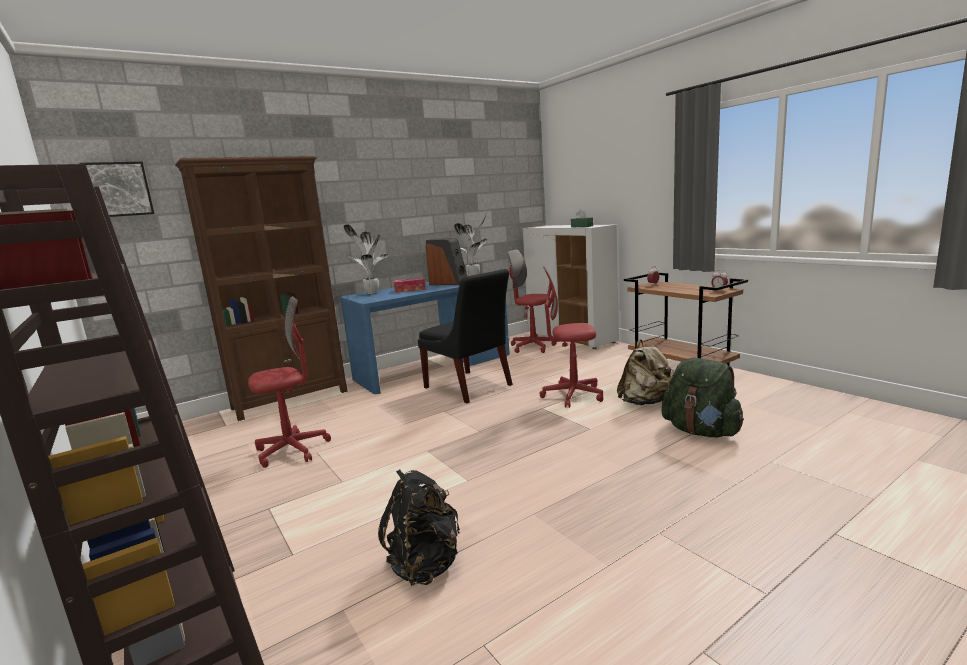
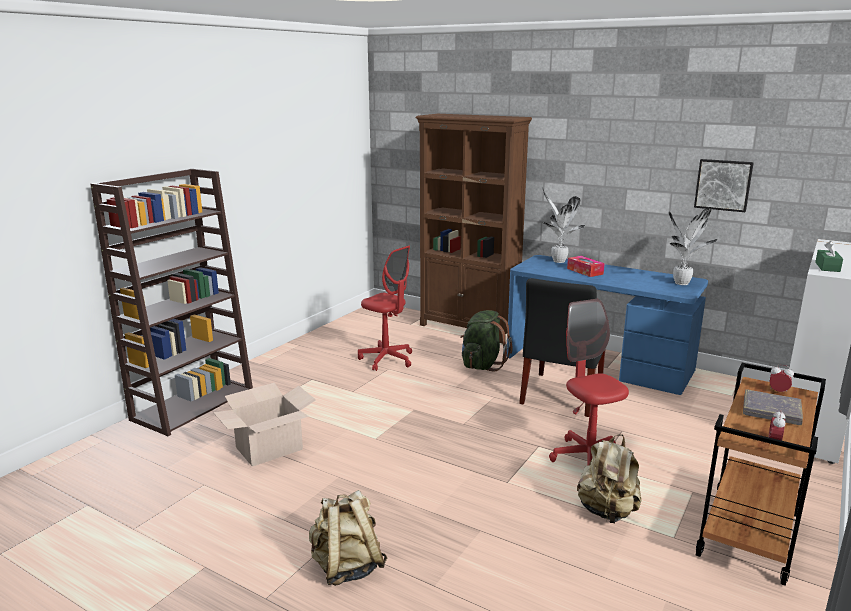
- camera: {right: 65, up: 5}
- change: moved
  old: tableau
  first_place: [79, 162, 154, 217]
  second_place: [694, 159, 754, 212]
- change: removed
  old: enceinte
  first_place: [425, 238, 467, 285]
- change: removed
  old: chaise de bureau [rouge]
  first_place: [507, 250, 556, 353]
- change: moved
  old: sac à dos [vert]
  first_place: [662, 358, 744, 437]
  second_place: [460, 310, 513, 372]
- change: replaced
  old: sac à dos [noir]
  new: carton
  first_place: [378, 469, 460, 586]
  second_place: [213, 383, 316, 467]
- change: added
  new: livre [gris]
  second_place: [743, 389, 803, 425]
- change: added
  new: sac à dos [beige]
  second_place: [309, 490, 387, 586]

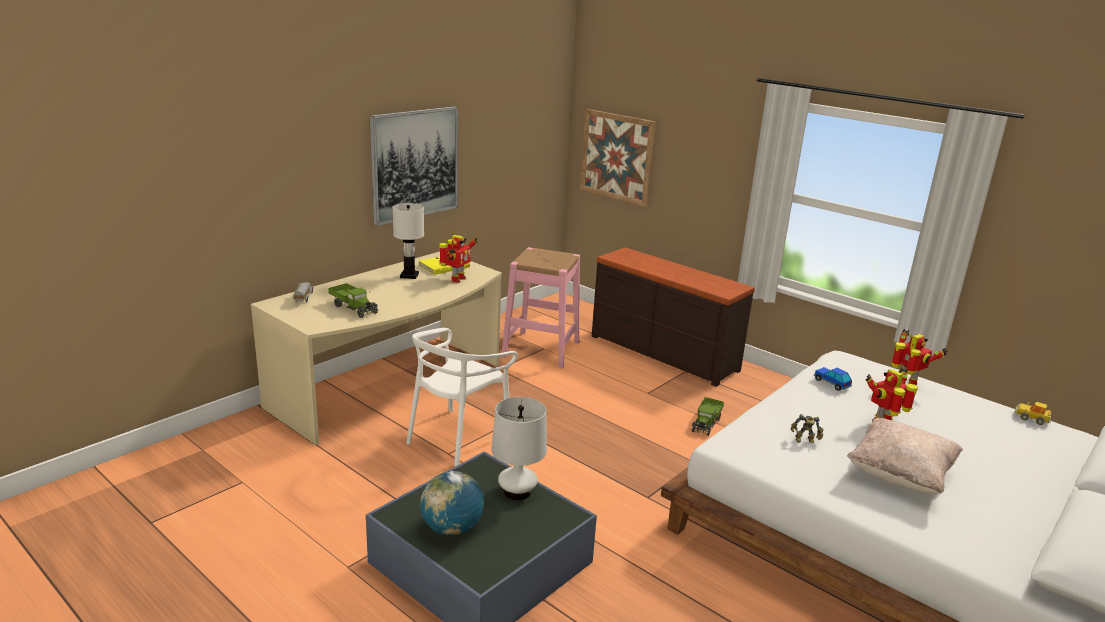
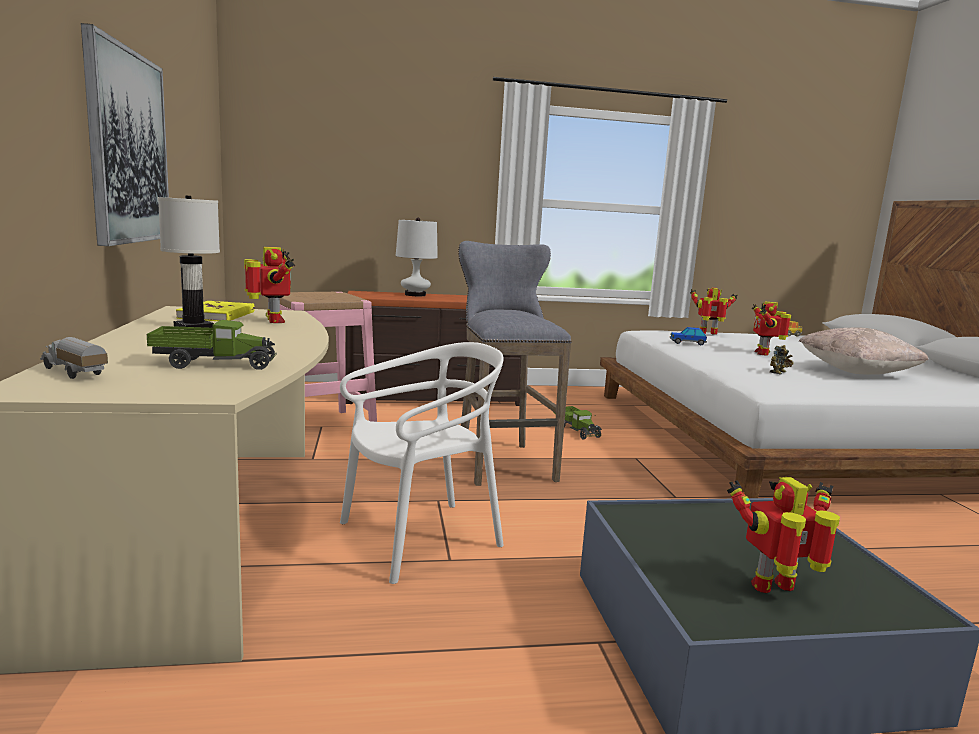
- camera: {right: -50, up: -10}
- change: removed
  old: tableau
  first_place: [580, 109, 656, 207]
- change: turned
  old: chaise [blanc]
  first_place: [406, 328, 518, 466]
  second_place: [340, 342, 504, 584]
  degrees: -105
- change: moved
  old: lampe de table [blanc]
  first_place: [491, 397, 547, 500]
  second_place: [396, 218, 438, 296]
- change: replaced
  old: globe
  new: robot jouet
  first_place: [420, 471, 484, 536]
  second_place: [727, 477, 840, 593]
- change: added
  new: tabouret [gris]
  second_place: [458, 241, 572, 486]

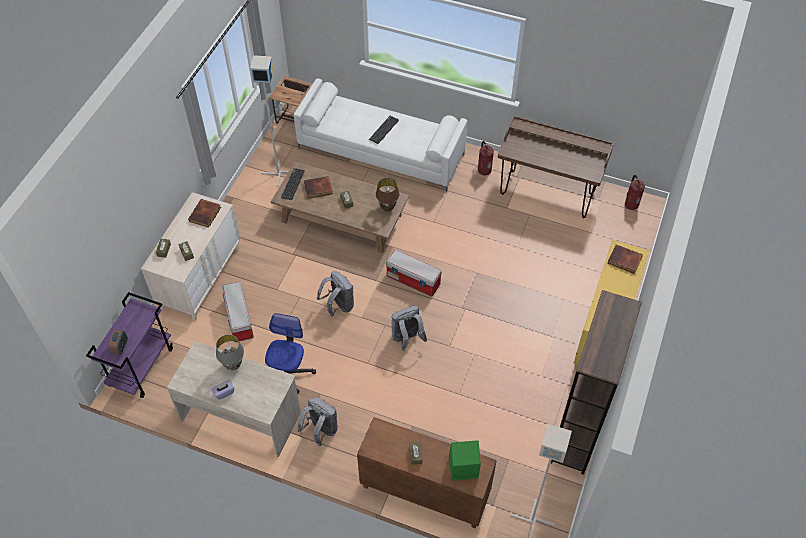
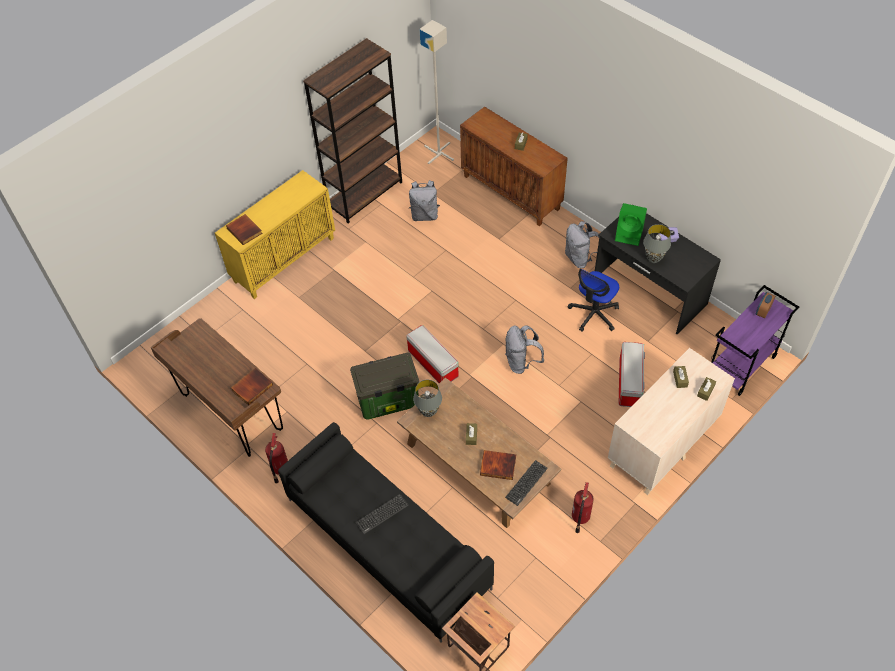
- camera: {right: -155, up: 0}
- change: removed
  old: lampadaire [gris]
  first_place: [250, 55, 289, 187]
- change: recoloured
  old: canapé [blanc]
  new: canapé [noir]
  first_place: [294, 78, 467, 192]
  second_place: [278, 422, 494, 643]
- change: moved
  old: extincteur
  first_place: [625, 175, 645, 210]
  second_place: [572, 482, 594, 533]
- change: recoloured
  old: lampe de table [marron]
  new: lampe de table [gris]
  first_place: [376, 178, 399, 212]
  second_place: [413, 380, 442, 417]
- change: moved
  old: livre
  first_place: [188, 199, 221, 228]
  second_place: [231, 368, 273, 406]
- change: moved
  old: sac à dos [gris]
  first_place: [392, 306, 427, 351]
  second_place: [409, 180, 440, 221]
- change: recoloured
  old: bureau [beige]
  new: bureau [noir]
  first_place: [167, 341, 301, 458]
  second_place: [595, 213, 721, 334]
- change: moved
  old: enceinte [vert]
  first_place: [449, 440, 481, 481]
  second_place: [615, 203, 647, 246]
- change: added
  new: boîte de rangement
  second_place: [350, 352, 419, 419]

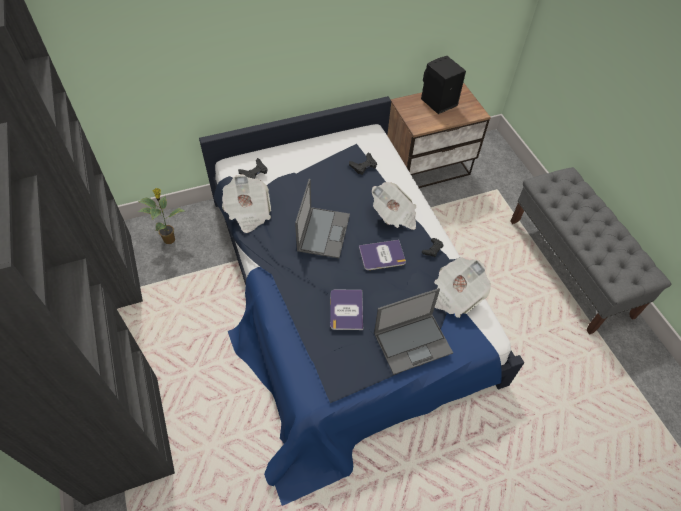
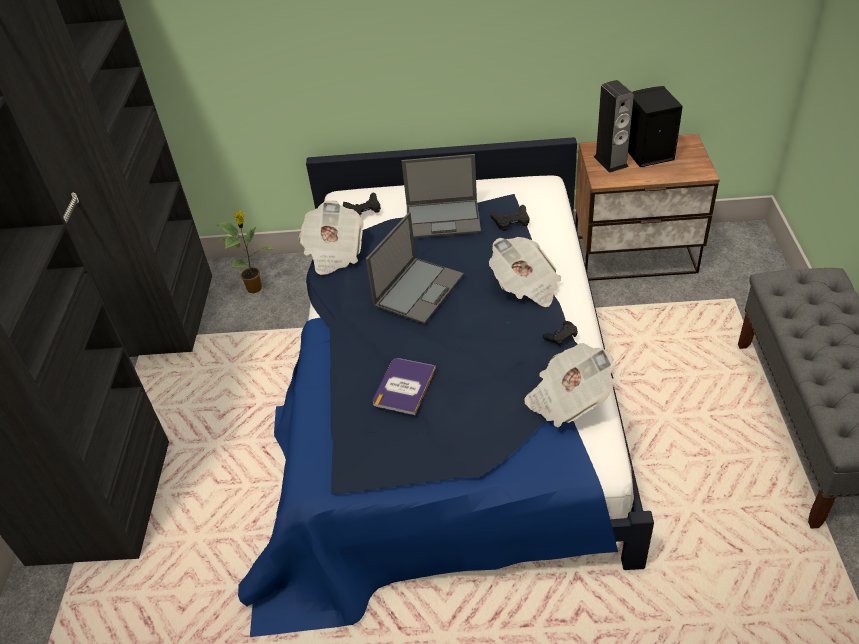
- camera: {right: 25, up: -10}
- change: removed
  old: livre
  first_place: [359, 240, 406, 270]
- change: moved
  old: ordinateur portable
  first_place: [374, 288, 453, 375]
  second_place: [401, 154, 481, 238]
- change: added
  new: enceinte
  second_place: [594, 80, 634, 173]

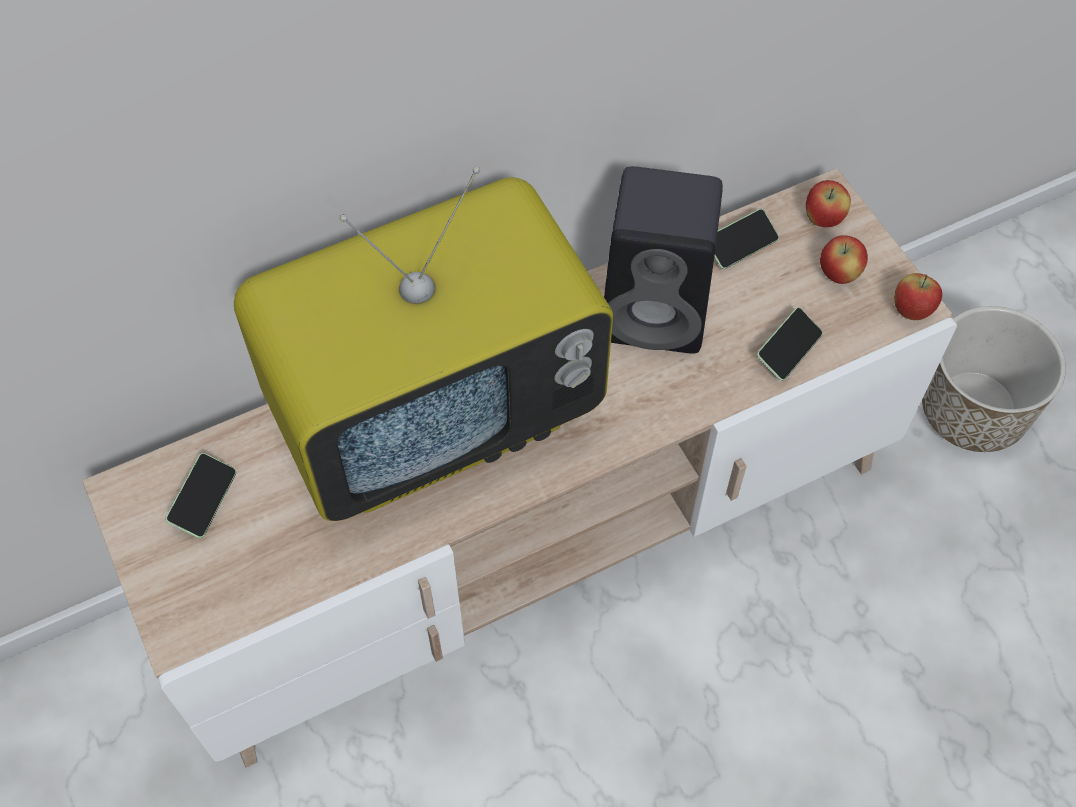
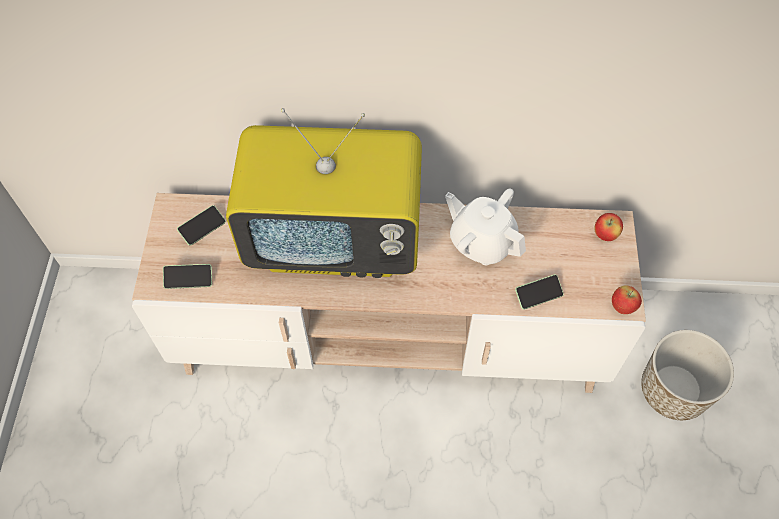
- camera: {right: 30, up: 0}
- change: replaced
  old: enceinte [noir]
  new: théière [blanc]
  first_place: [604, 166, 723, 354]
  second_place: [445, 189, 526, 265]
- change: moved
  old: téléphone
  first_place: [715, 209, 779, 269]
  second_place: [163, 264, 212, 289]
- change: removed
  old: pomme
  first_place: [820, 235, 868, 284]

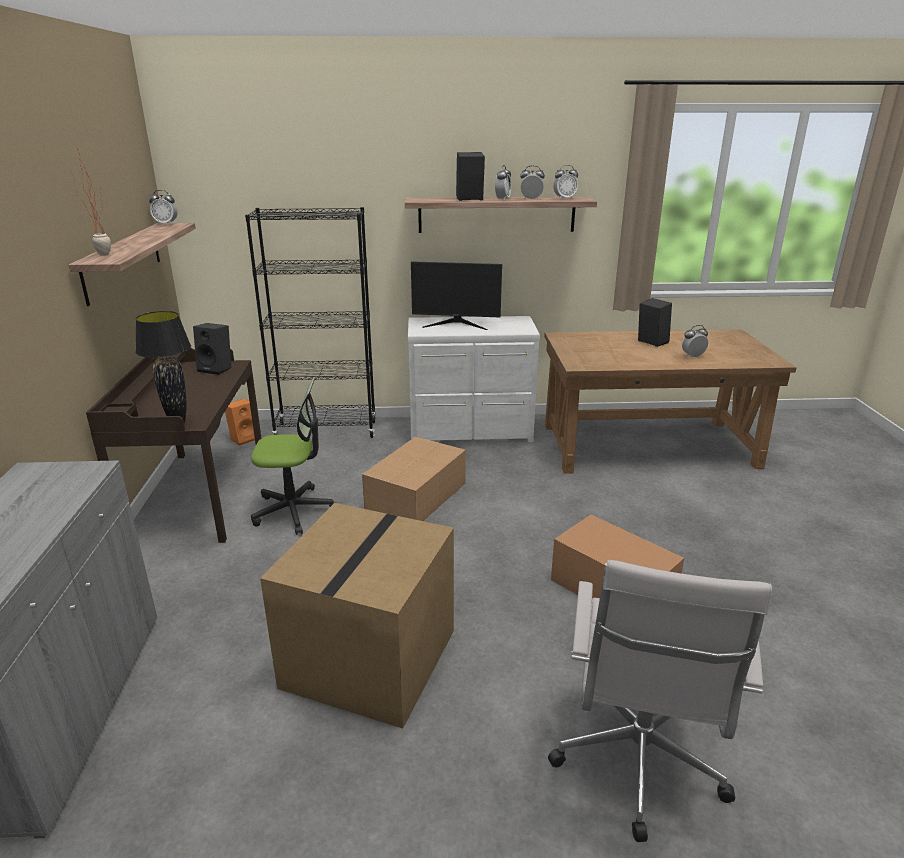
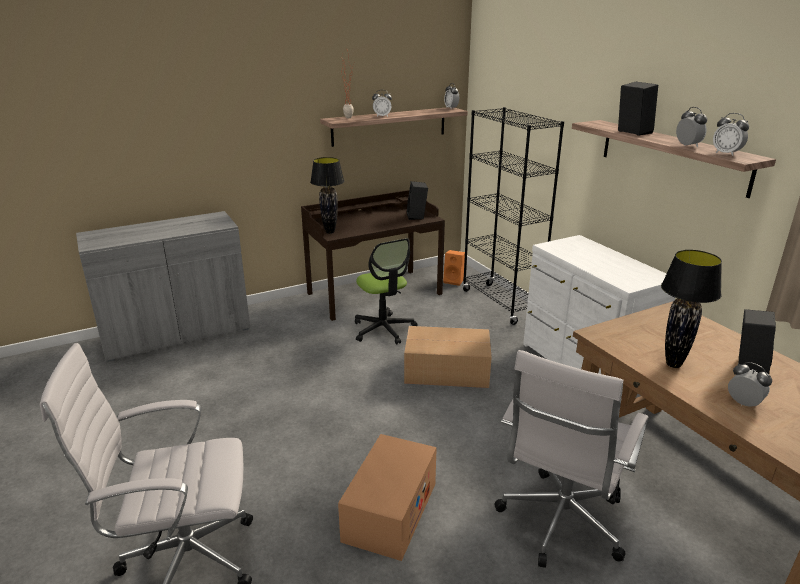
- camera: {right: 65, up: 0}
- change: moved
  old: réveil
  first_place: [495, 165, 511, 200]
  second_place: [372, 90, 392, 117]
- change: removed
  old: écran d'ordinateur
  first_place: [411, 261, 502, 330]
- change: removed
  old: carton
  first_place: [260, 503, 454, 728]
- change: added
  new: lampe de table [noir]
  second_place: [661, 250, 722, 368]
- change: added
  new: chaise de bureau [blanc]
  second_place: [494, 350, 648, 568]

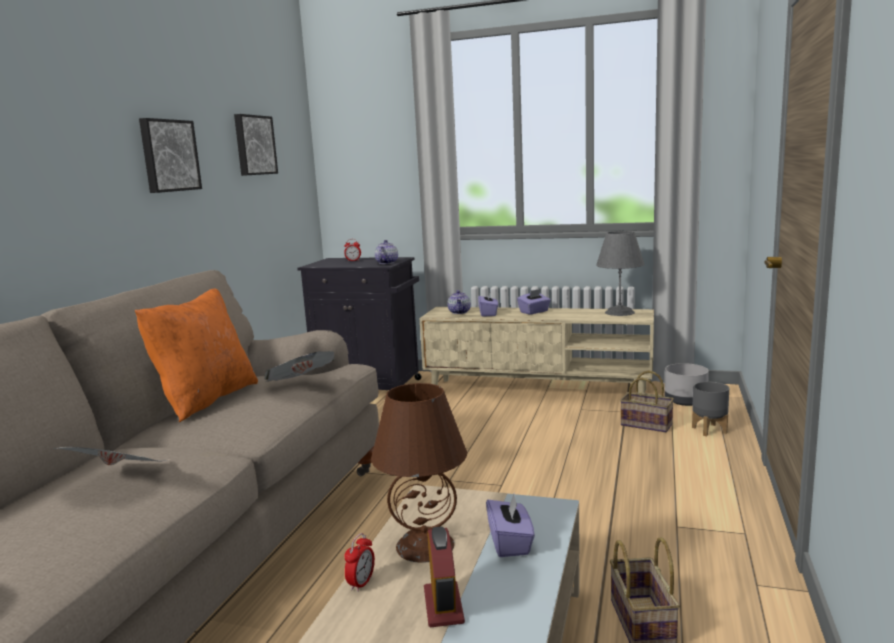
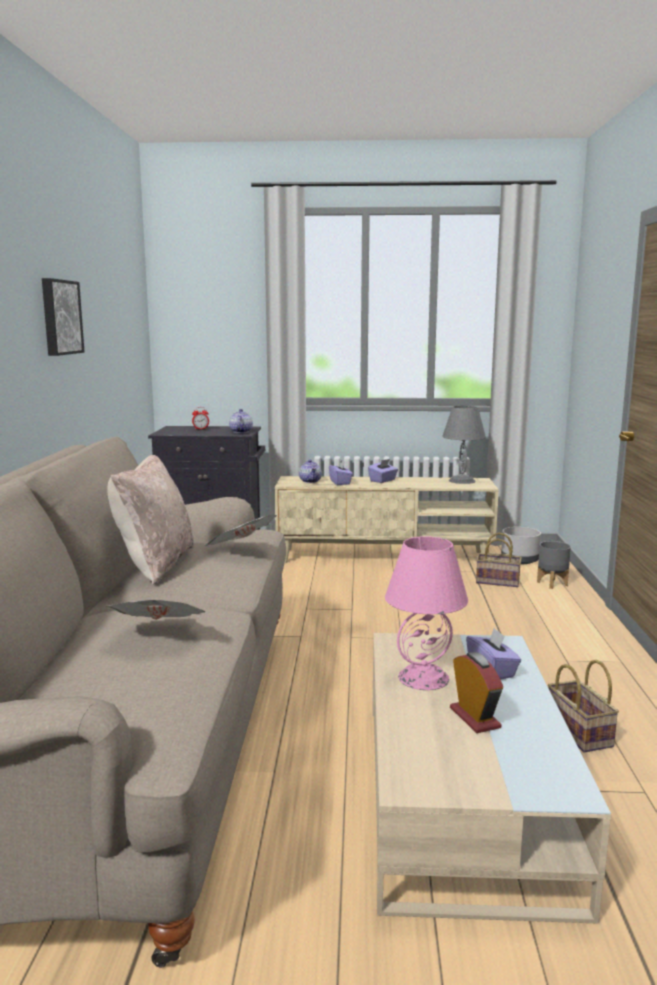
- camera: {right: -15, up: 0}
- change: removed
  old: tableau
  first_place: [234, 114, 278, 176]
- change: recoloured
  old: coussin [orange]
  new: coussin [beige]
  first_place: [135, 289, 258, 422]
  second_place: [107, 455, 194, 585]
- change: recoloured
  old: lampe de table [marron]
  new: lampe de table [rose]
  first_place: [371, 383, 467, 563]
  second_place: [385, 536, 468, 690]
- change: removed
  old: réveil
  first_place: [344, 533, 375, 592]

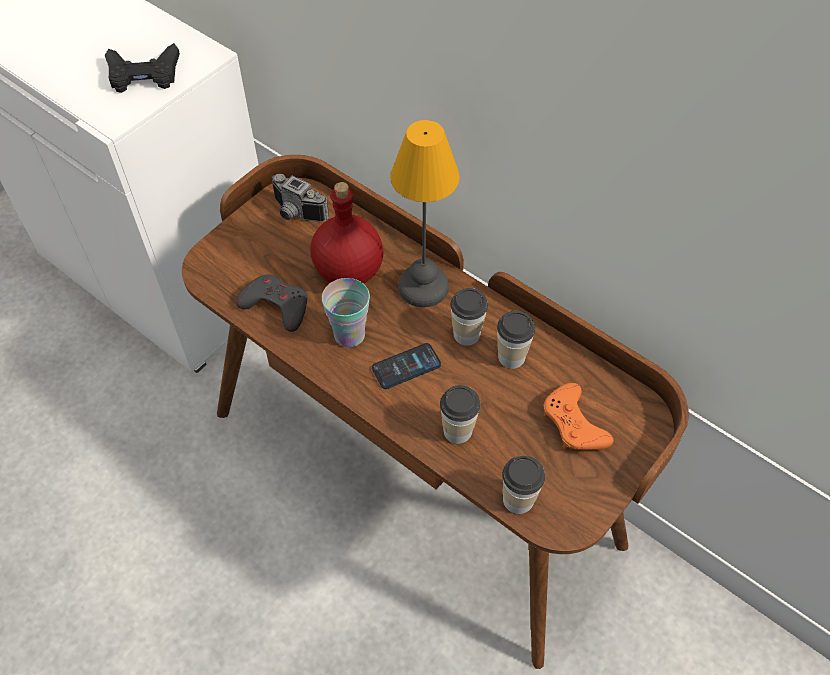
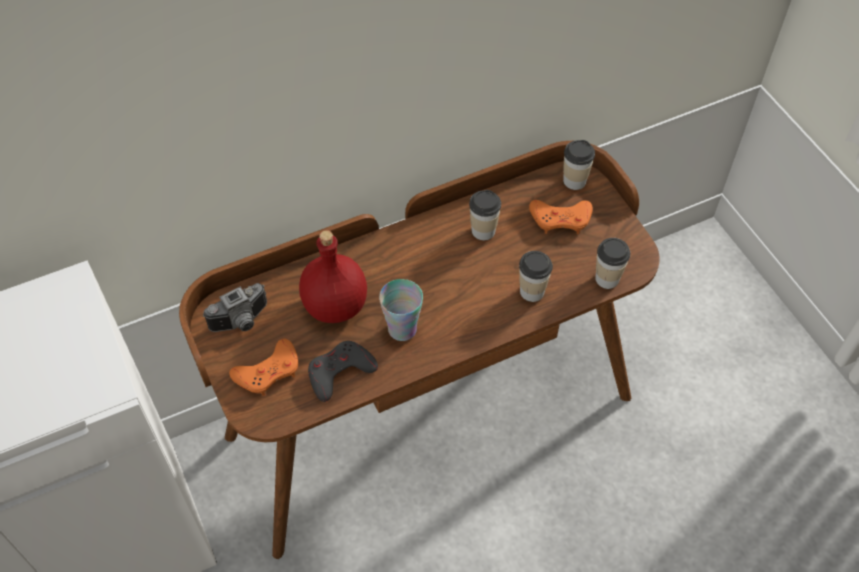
- camera: {right: -65, up: 0}
- change: removed
  old: manette [noir]
  first_place: [105, 43, 180, 93]
- change: removed
  old: lampe de table
  first_place: [390, 120, 460, 307]
- change: moved
  old: tasse
  first_place: [450, 288, 488, 346]
  second_place: [563, 140, 595, 190]
- change: removed
  old: téléphone
  first_place: [372, 343, 441, 389]
- change: added
  new: manette [orange]
  second_place: [229, 339, 298, 396]

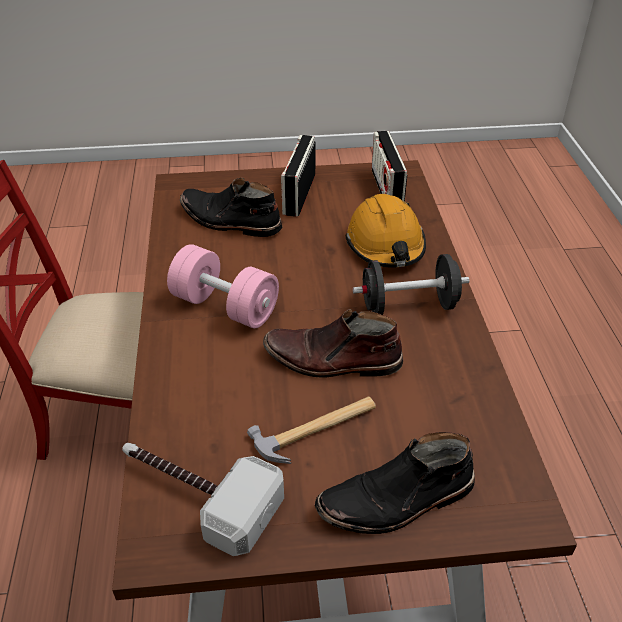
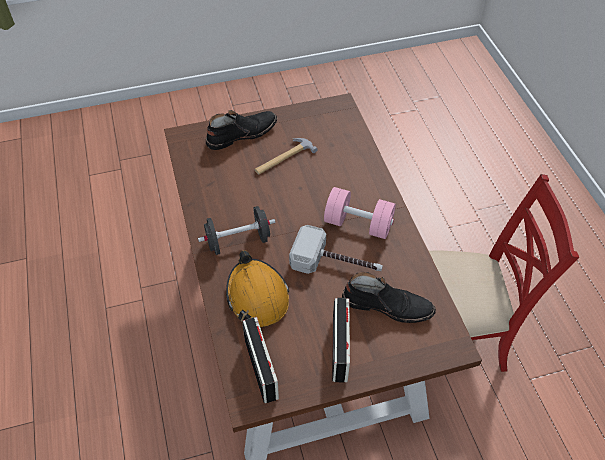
- camera: {right: 170, up: 10}
- change: removed
  old: botte [marron]
  first_place: [263, 309, 403, 378]
- change: moved
  old: marteau
  first_place: [122, 443, 284, 556]
  second_place: [289, 225, 383, 274]

